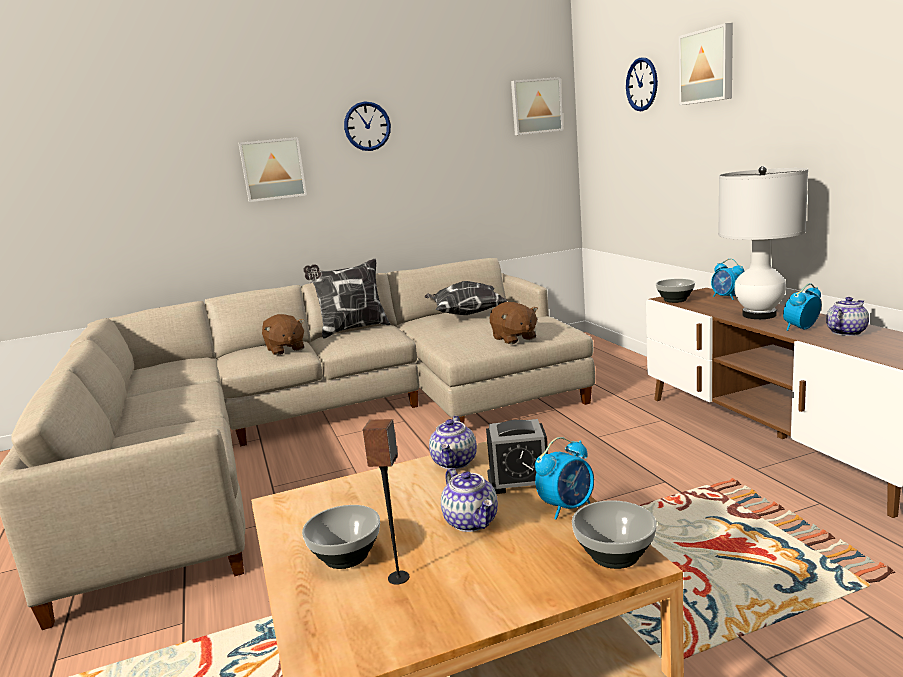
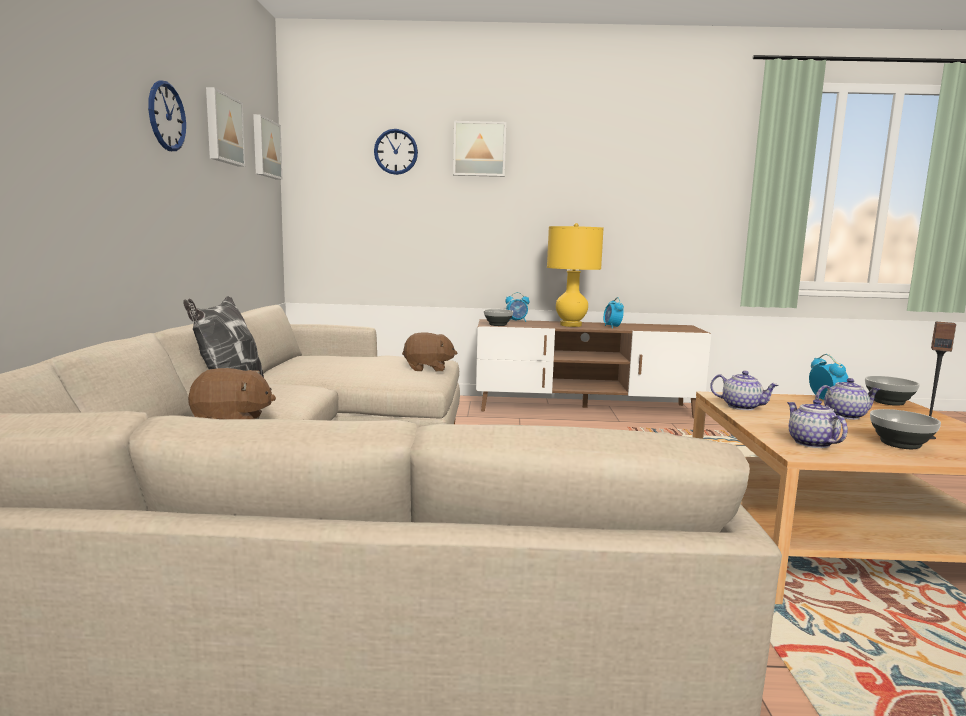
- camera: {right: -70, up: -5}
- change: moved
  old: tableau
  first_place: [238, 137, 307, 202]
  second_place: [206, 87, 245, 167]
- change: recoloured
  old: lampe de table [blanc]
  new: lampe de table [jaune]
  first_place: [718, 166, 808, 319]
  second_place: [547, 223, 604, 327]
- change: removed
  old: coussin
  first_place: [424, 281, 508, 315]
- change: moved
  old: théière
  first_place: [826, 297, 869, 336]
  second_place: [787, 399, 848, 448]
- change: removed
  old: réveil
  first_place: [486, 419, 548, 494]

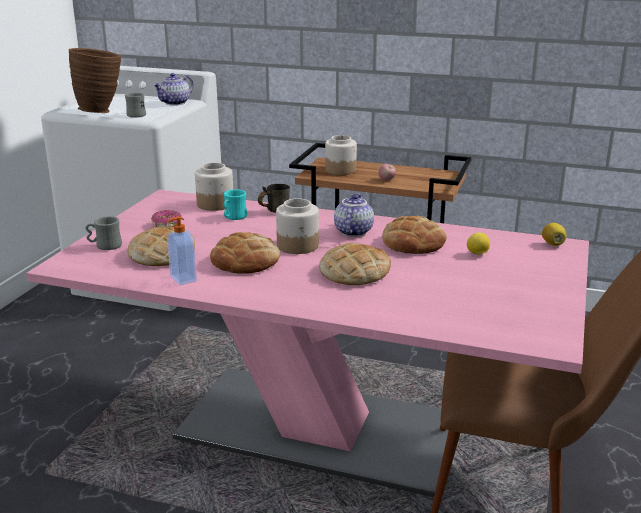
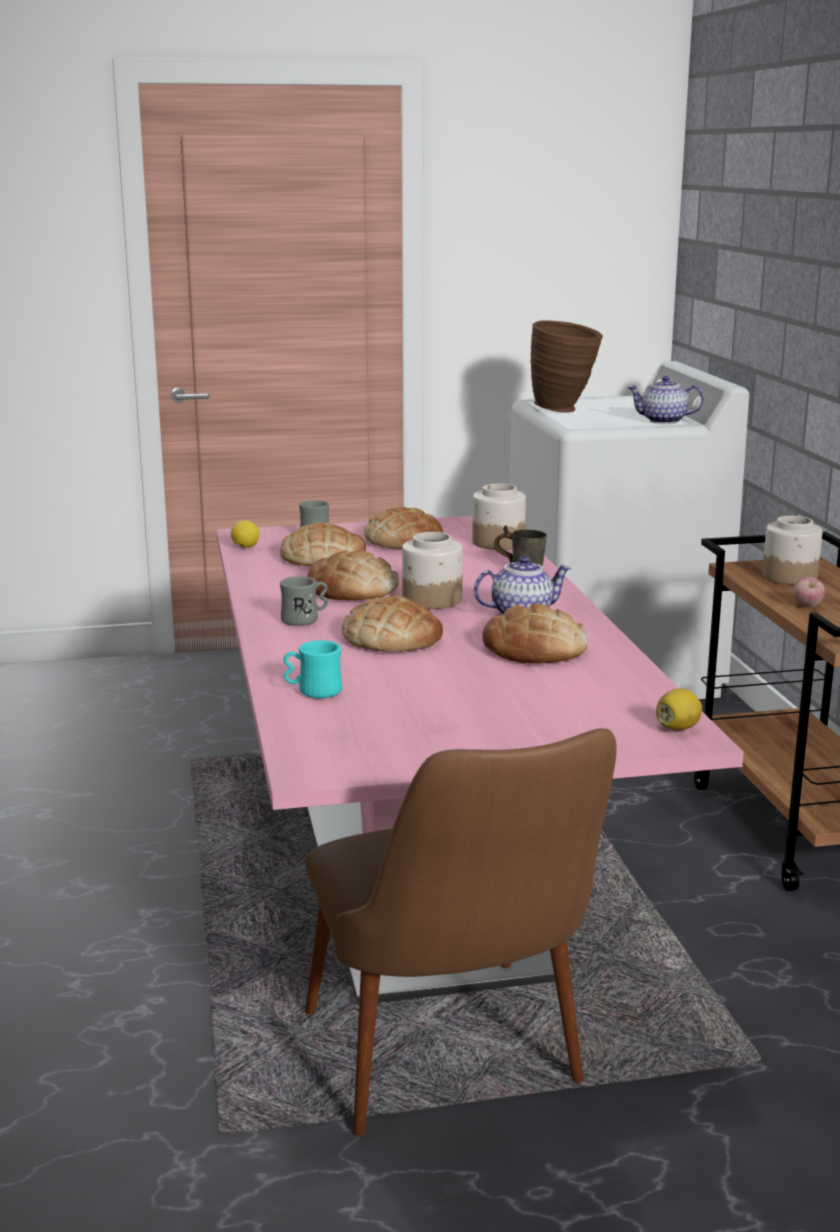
- camera: {right: 60, up: -5}
- change: moved
  old: mug [gris]
  first_place: [125, 93, 146, 118]
  second_place: [280, 576, 328, 626]
- change: moved
  old: mug [turquoise]
  first_place: [223, 189, 247, 220]
  second_place: [283, 640, 342, 698]
- change: replaced
  old: beignet
  new: pain
  first_place: [151, 210, 181, 227]
  second_place: [364, 506, 443, 549]
- change: removed
  old: distributeur de savon
  first_place: [167, 217, 197, 285]
- change: moved
  old: citron
  first_place: [467, 233, 490, 255]
  second_place: [231, 520, 259, 548]

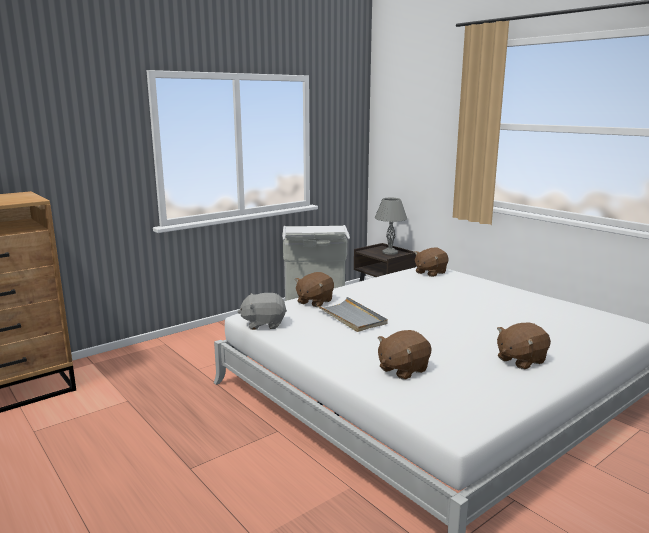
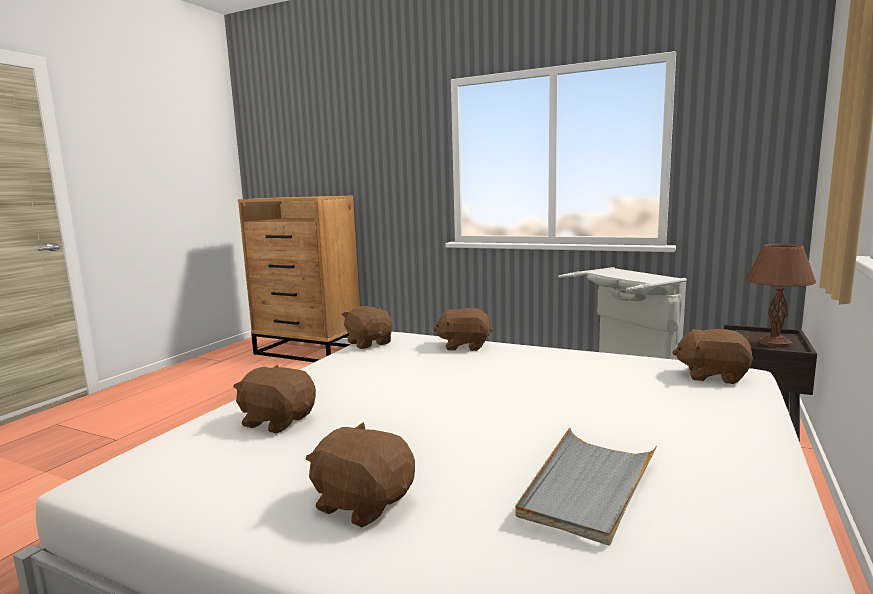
- camera: {right: 65, up: -5}
- change: recoloured
  old: lampe de table [gris]
  new: lampe de table [marron]
  first_place: [375, 198, 407, 255]
  second_place: [746, 244, 816, 348]
- change: recoloured
  old: peluche [gris]
  new: peluche [marron]
  first_place: [238, 293, 287, 330]
  second_place: [341, 306, 392, 349]
- change: moved
  old: plateau [gris]
  first_place: [315, 297, 388, 332]
  second_place: [515, 428, 657, 546]

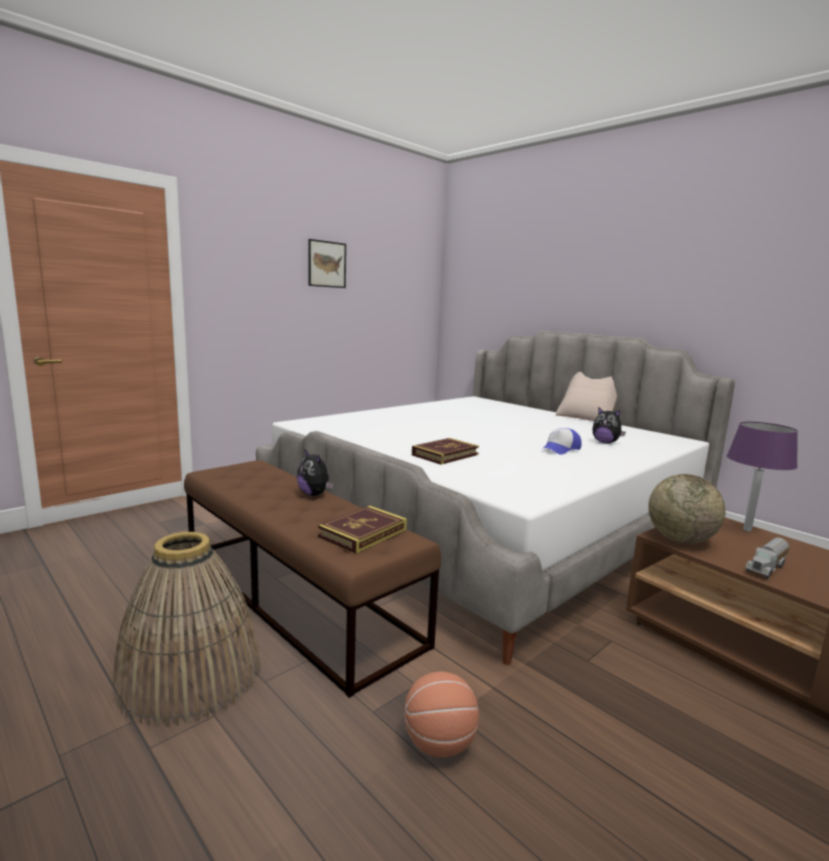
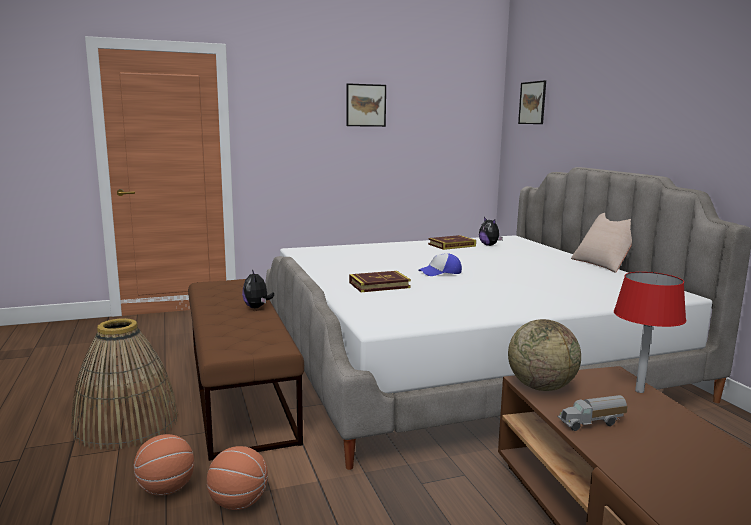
- camera: {right: 25, up: 0}
- change: moved
  old: peluche
  first_place: [592, 407, 626, 443]
  second_place: [479, 217, 503, 246]
- change: recoloured
  old: lampe de table [violet]
  new: lampe de table [rouge]
  first_place: [727, 422, 798, 532]
  second_place: [614, 272, 686, 393]
- change: moved
  old: casquette
  first_place: [542, 428, 582, 455]
  second_place: [418, 253, 462, 276]
- change: moved
  old: livre
  first_place: [318, 505, 407, 554]
  second_place: [428, 235, 476, 250]
- change: added
  new: tableau
  second_place: [518, 80, 546, 124]
- change: added
  new: ballon de basket
  second_place: [134, 434, 194, 495]

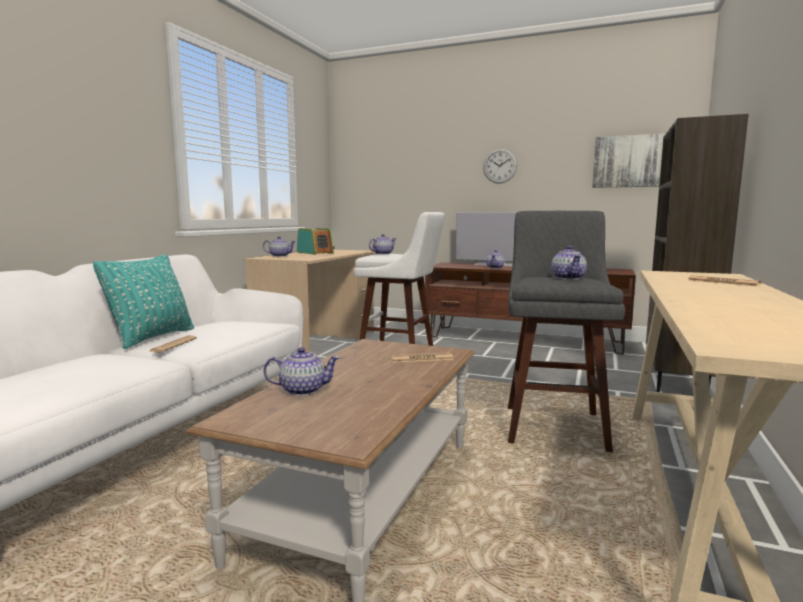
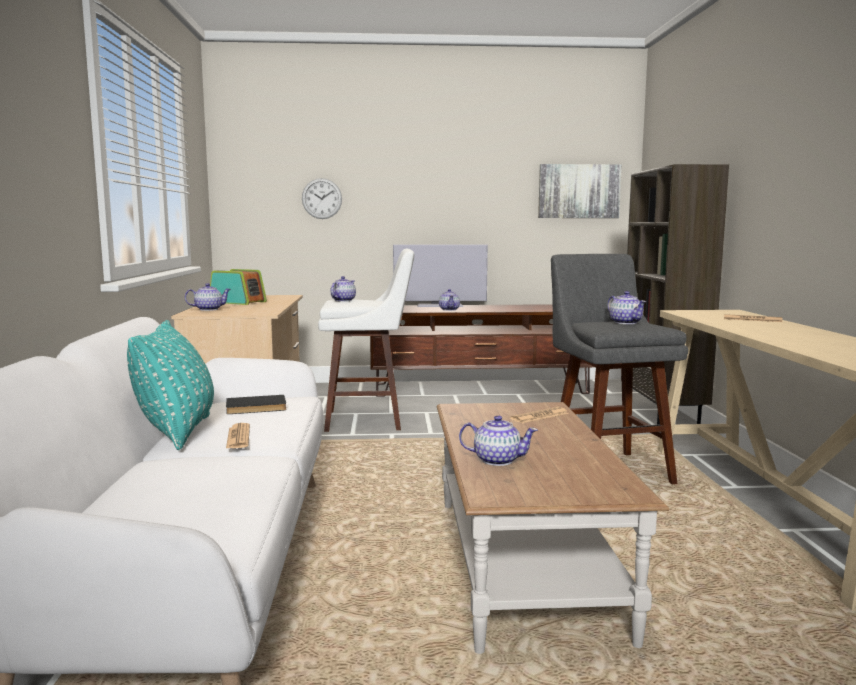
- camera: {right: -25, up: 0}
- change: moved
  old: horloge murale
  first_place: [483, 148, 517, 184]
  second_place: [302, 178, 342, 219]
- change: turned
  old: théière
  first_place: [263, 347, 340, 396]
  second_place: [459, 415, 538, 466]
  degrees: 45
- change: added
  new: livre [noir]
  second_place: [226, 395, 287, 414]

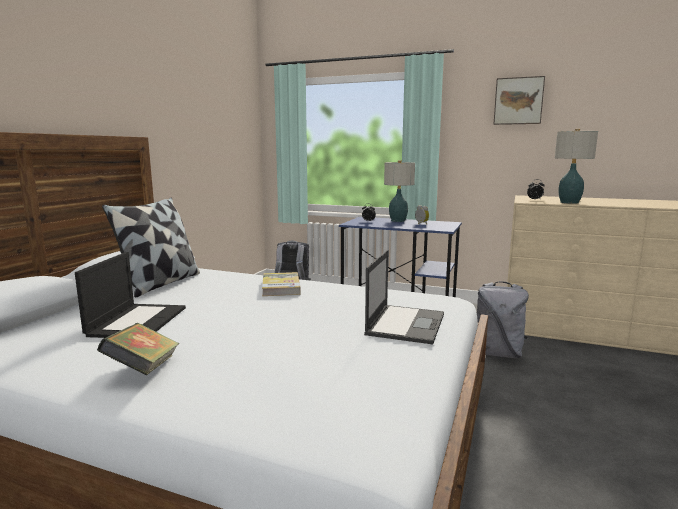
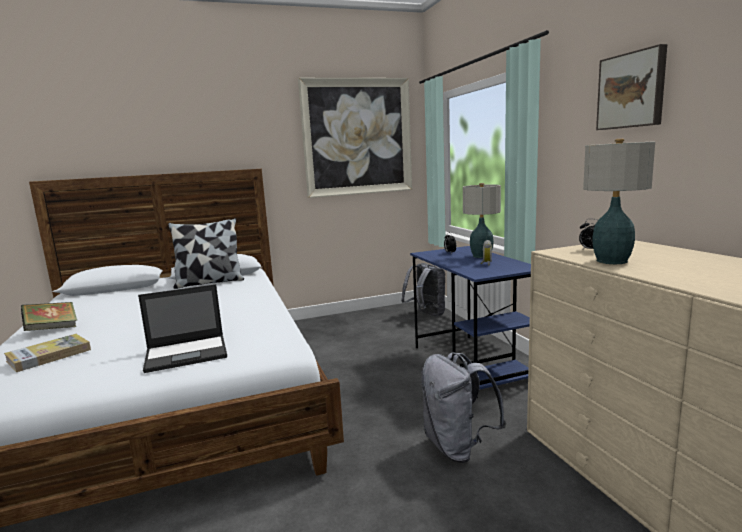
- camera: {right: 50, up: 0}
- change: removed
  old: ordinateur portable
  first_place: [75, 252, 186, 338]
- change: moved
  old: livre
  first_place: [262, 272, 301, 296]
  second_place: [4, 334, 91, 372]
- change: added
  new: tableau
  second_place: [298, 78, 412, 198]

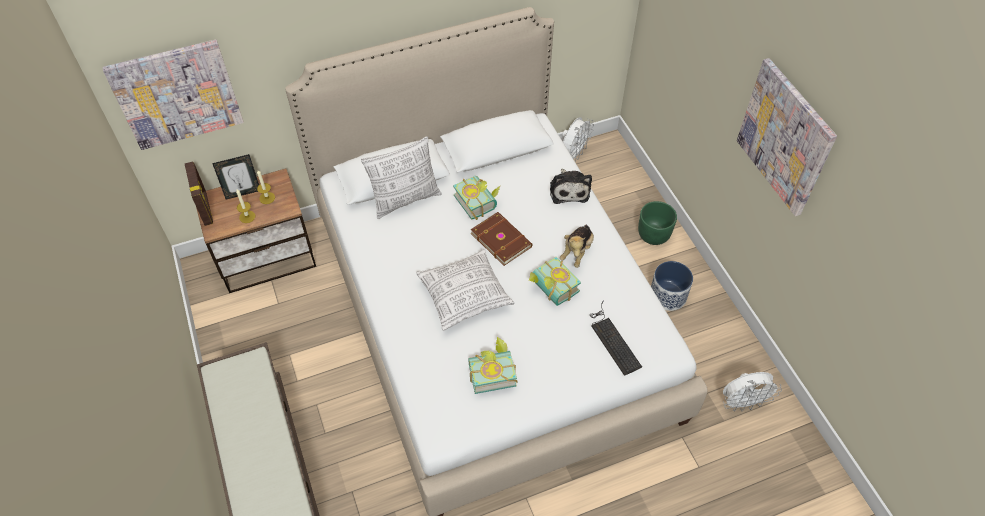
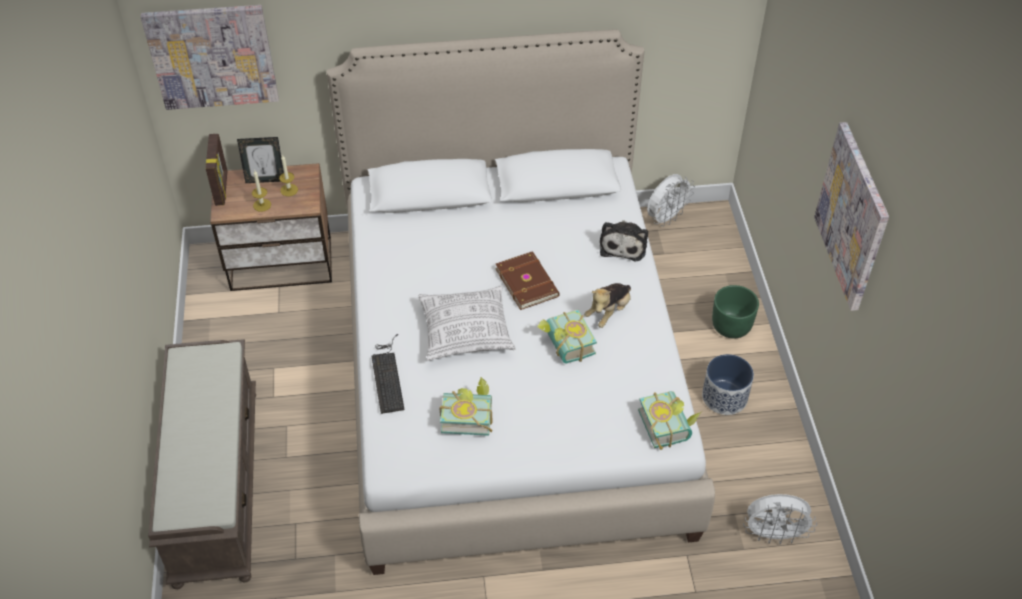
- camera: {right: 15, up: -5}
- change: removed
  old: coussin
  first_place: [361, 136, 442, 219]
- change: moved
  old: livre
  first_place: [453, 176, 500, 220]
  second_place: [638, 391, 703, 450]
- change: moved
  old: clavier
  first_place: [591, 300, 642, 376]
  second_place: [371, 334, 405, 414]

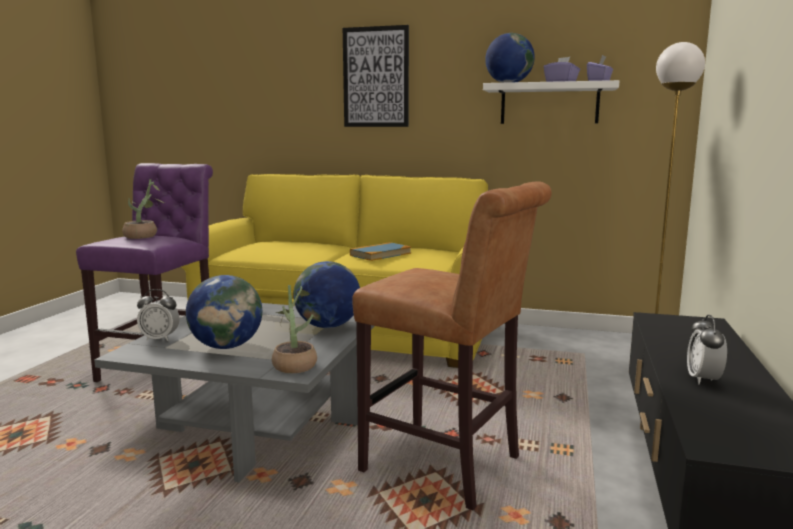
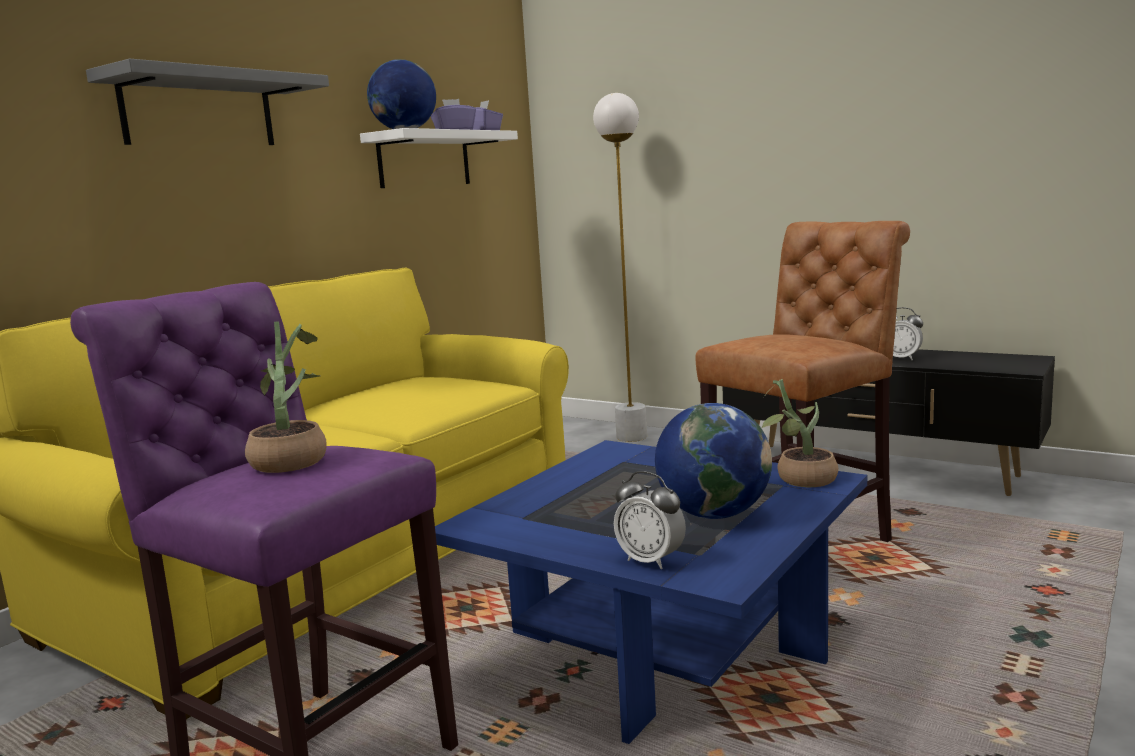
- camera: {right: -70, up: 0}
- change: replaced
  old: tableau
  new: étagère [gris]
  first_place: [343, 25, 409, 127]
  second_place: [86, 58, 329, 145]
- change: removed
  old: livre
  first_place: [350, 242, 411, 261]
- change: removed
  old: globe
  first_place: [293, 261, 360, 328]
- change: turned
  old: réveil
  first_place: [137, 289, 180, 341]
  second_place: [614, 471, 686, 569]
  degrees: 105
- change: recoloured
  old: table basse [gris]
  new: table basse [bleu]
  first_place: [94, 303, 374, 482]
  second_place: [435, 440, 867, 744]

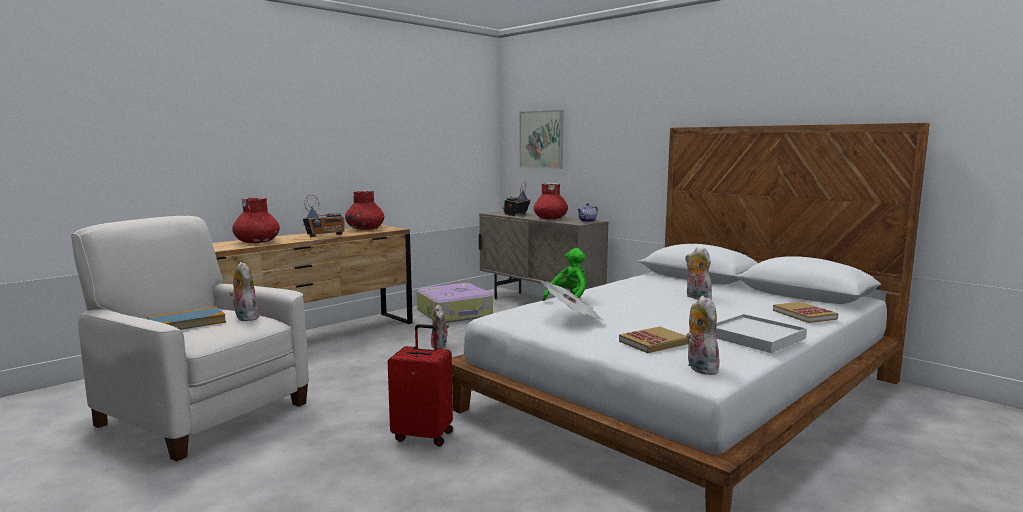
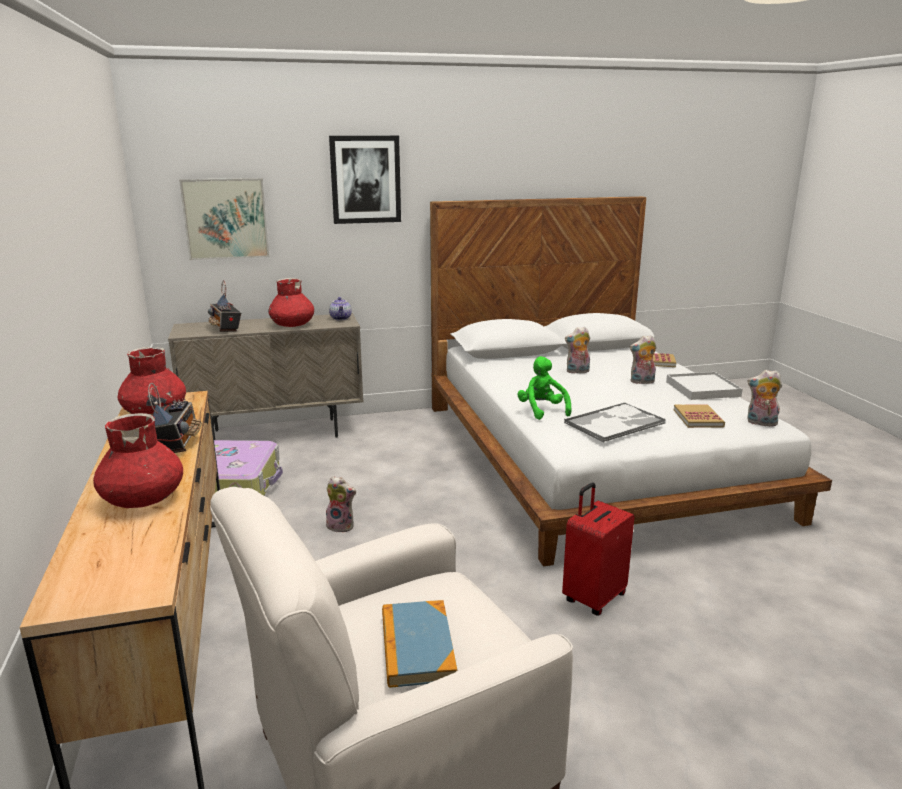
- camera: {right: -60, up: 10}
- change: moved
  old: peluche
  first_place: [229, 262, 259, 321]
  second_place: [630, 335, 656, 384]
- change: replaced
  old: journal
  new: plateau
  first_place: [540, 281, 603, 320]
  second_place: [564, 402, 666, 442]
- change: added
  new: tableau
  second_place: [329, 136, 401, 224]

